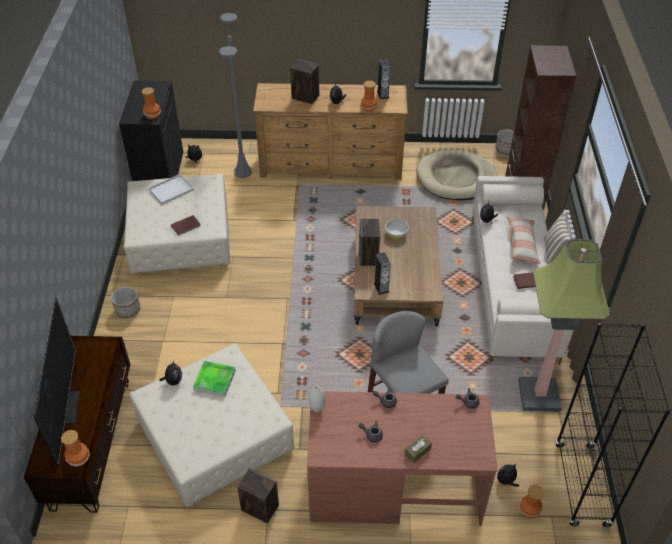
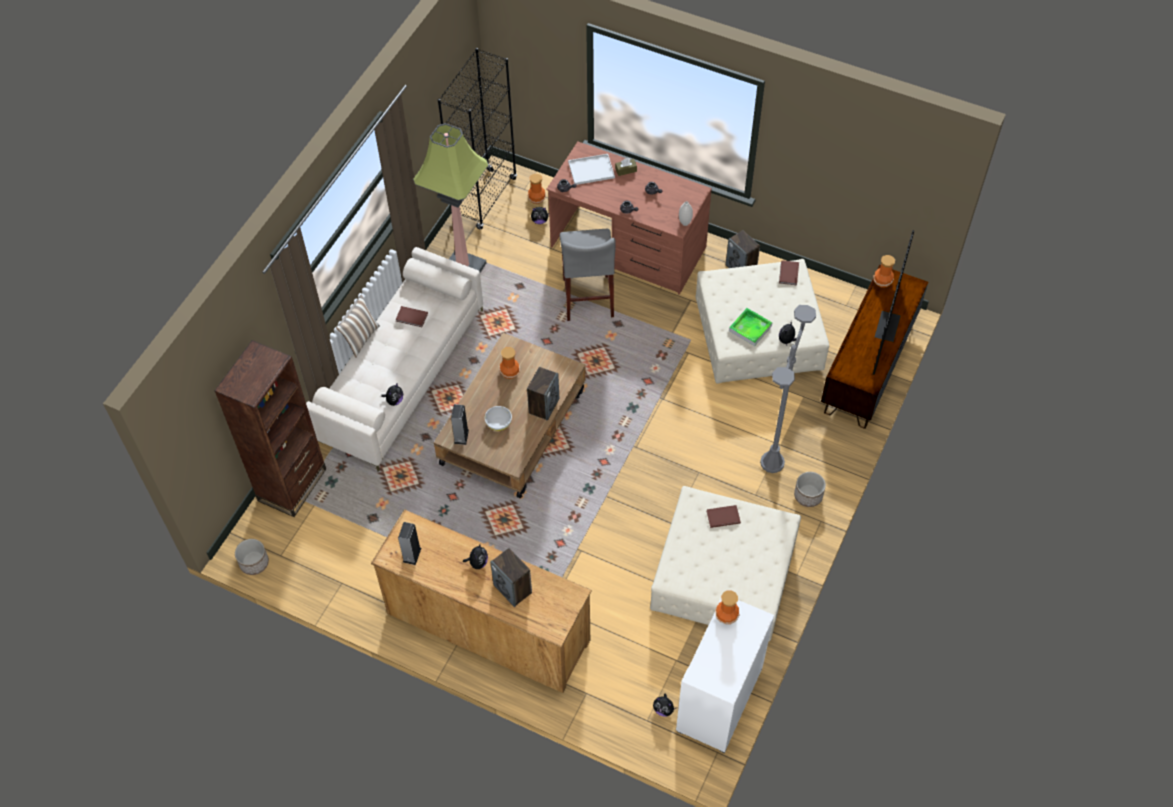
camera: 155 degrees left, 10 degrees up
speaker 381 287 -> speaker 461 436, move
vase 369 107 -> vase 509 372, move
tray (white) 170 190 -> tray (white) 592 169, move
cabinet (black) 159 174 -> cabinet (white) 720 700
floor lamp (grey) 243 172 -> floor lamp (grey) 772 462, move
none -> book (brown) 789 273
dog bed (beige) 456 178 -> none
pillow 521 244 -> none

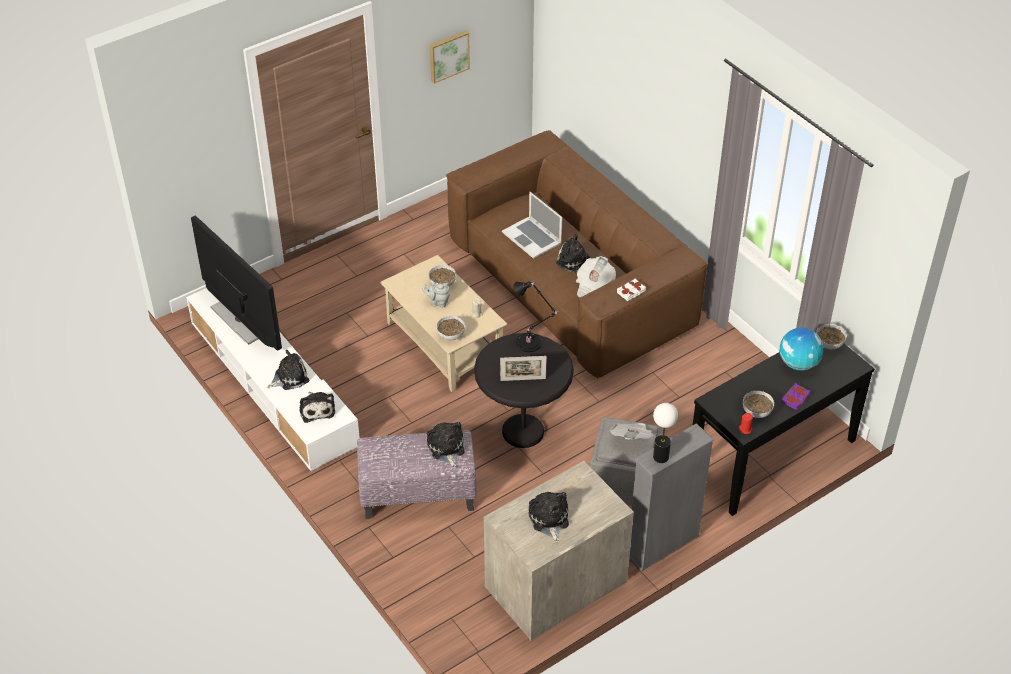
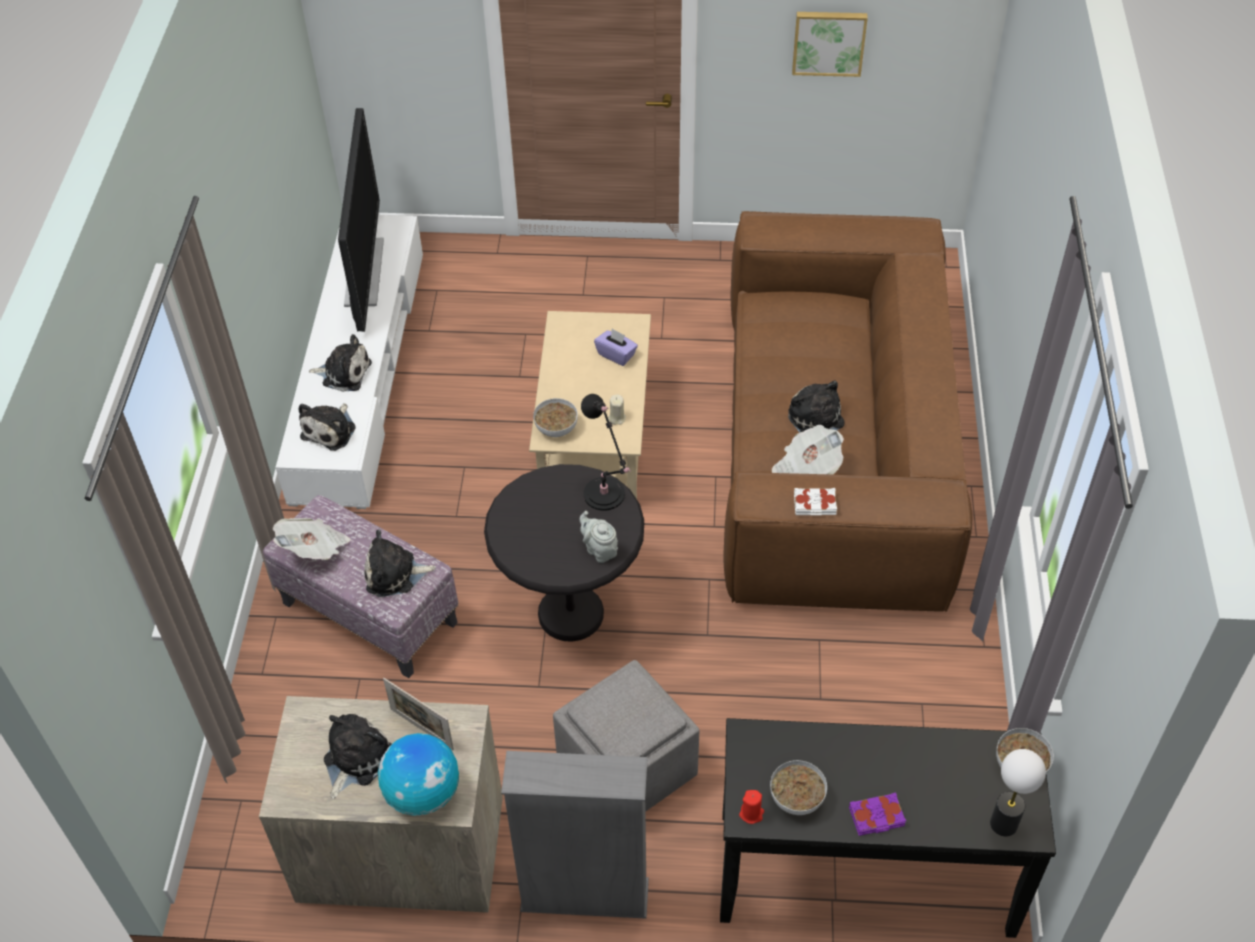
camera: 40 degrees right, 5 degrees up
newspaper 631 438 -> newspaper 314 549, move
plush toy 446 449 -> plush toy 395 574, 120 degrees counterclockwise
globe 798 363 -> globe 423 793, move
picture frame 523 379 -> picture frame 422 729, move
teapot (grey) 438 302 -> teapot (grey) 599 550, move
bowl 442 283 -> tissue box (purple) 616 355
table lamp 661 456 -> table lamp 1004 823, move
laptop 532 237 -> none

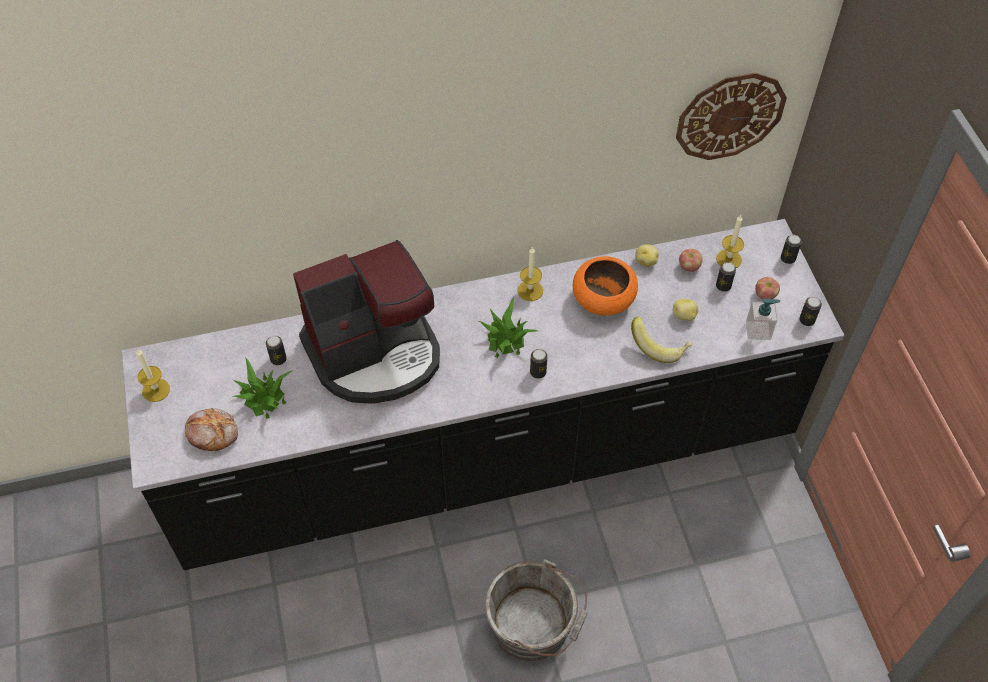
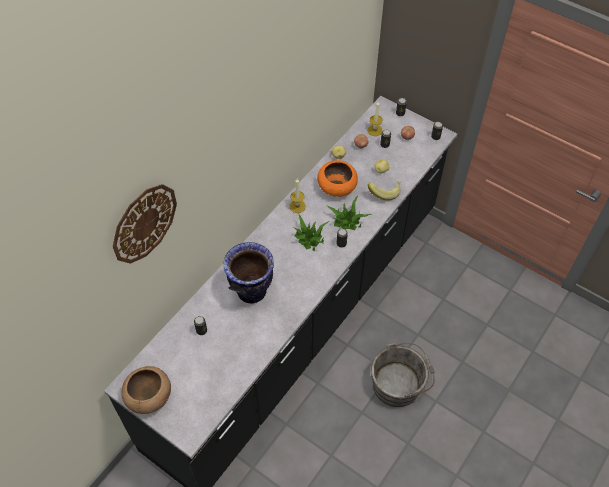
camera: 40 degrees left, 0 degrees up
wall clock 730 116 -> wall clock 144 223, move
candle 156 390 -> bowl (brown) 148 396
coffee machine 375 354 -> vase 251 291
potted plant 263 398 -> potted plant 348 220, move
bread 213 432 -> none
soap dispenser 758 330 -> none

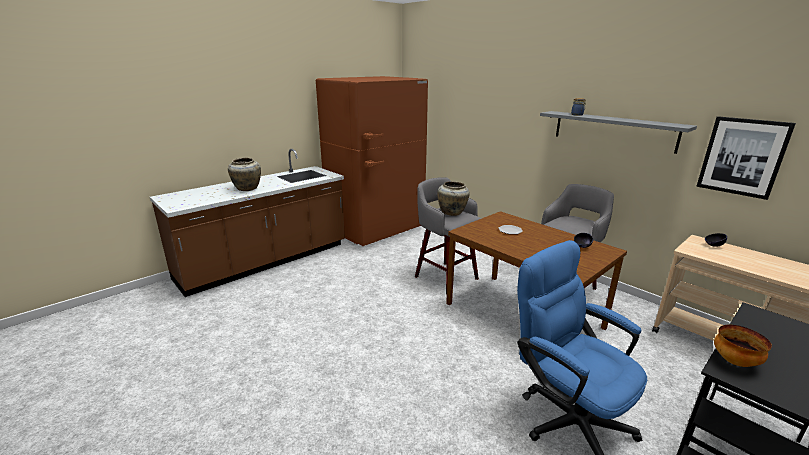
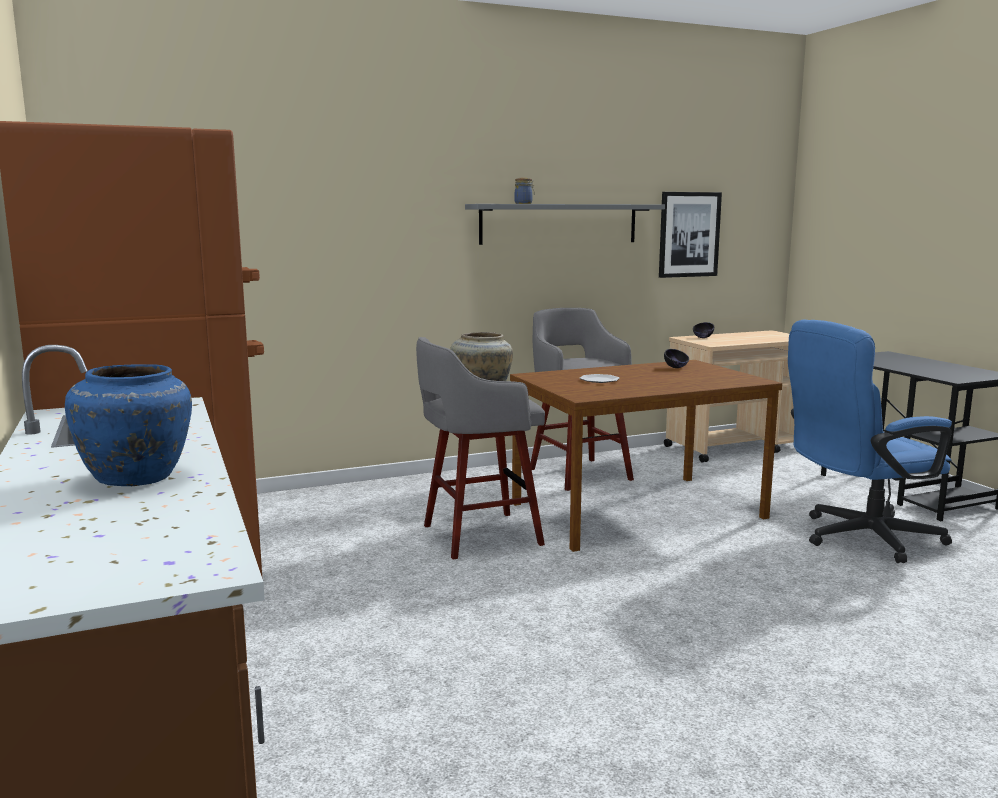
camera: 70 degrees left, 10 degrees down
vase (beige) 247 189 -> vase (blue) 137 478
bowl 735 361 -> none

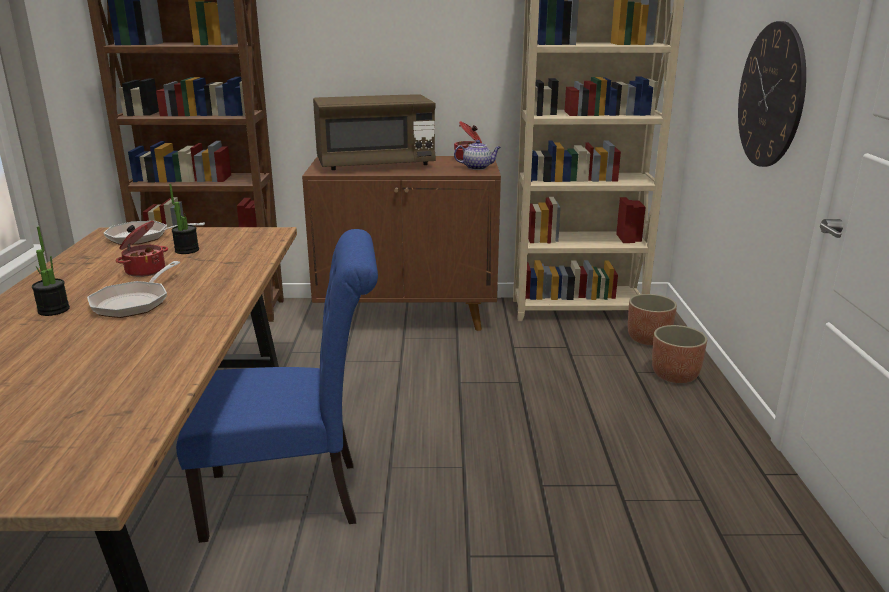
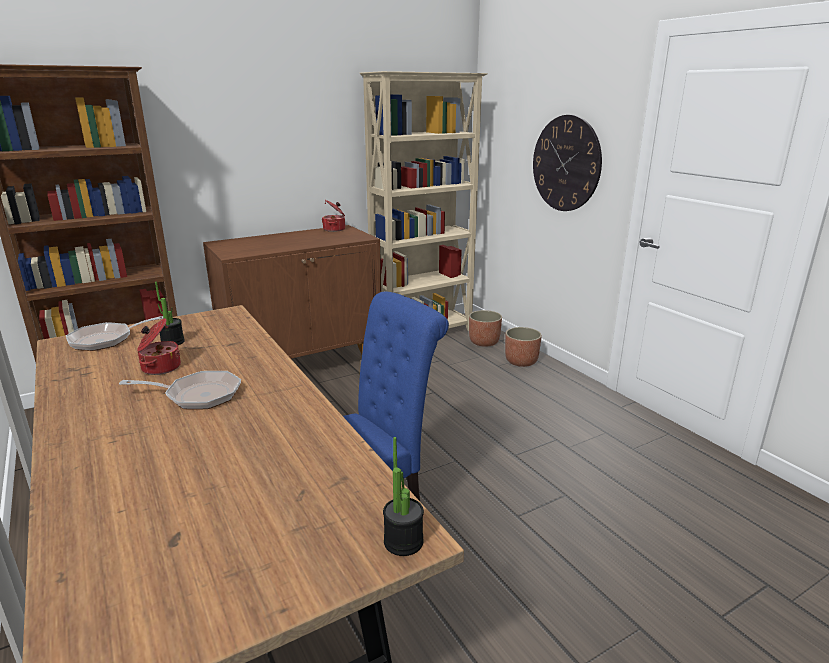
camera: 30 degrees left, 0 degrees up
frying pan 134 302 -> frying pan 197 395, 75 degrees counterclockwise
potted plant 54 310 -> potted plant 403 542, move
microwave (brown) 375 164 -> none
teapot 477 167 -> none

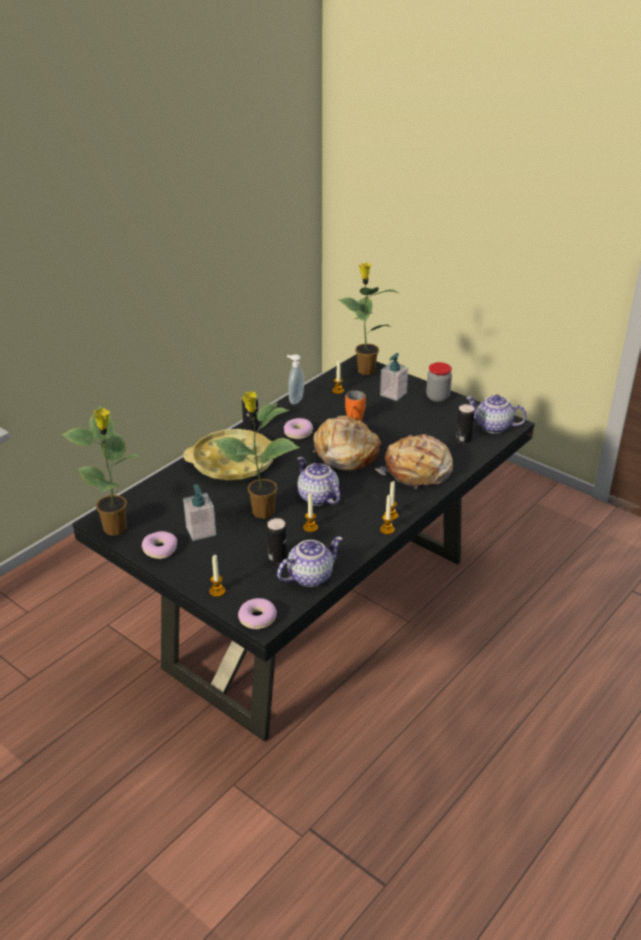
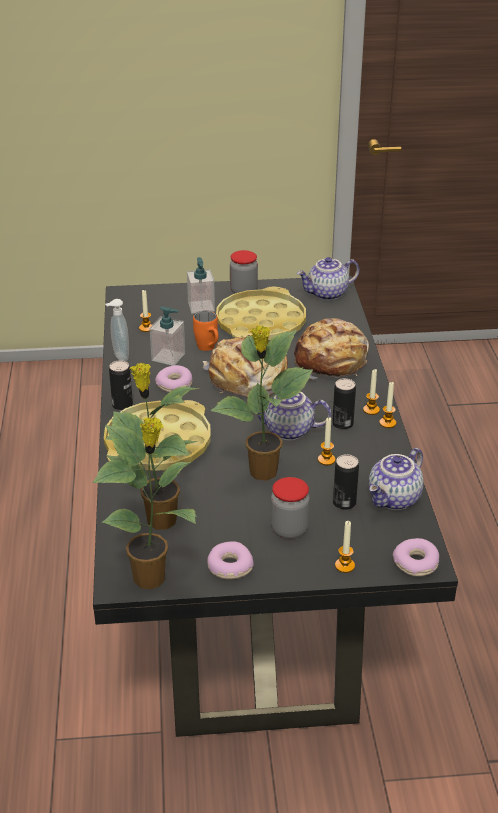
camera: 45 degrees left, 0 degrees up
potted plant 365 369 -> potted plant 159 520, move
soap dispenser 201 531 -> soap dispenser 168 357, move
none -> tray (yellow) 261 323
none -> jar 289 529
can 463 440 -> can 342 424, move
teapot 310 576 -> teapot 395 499, 150 degrees counterclockwise

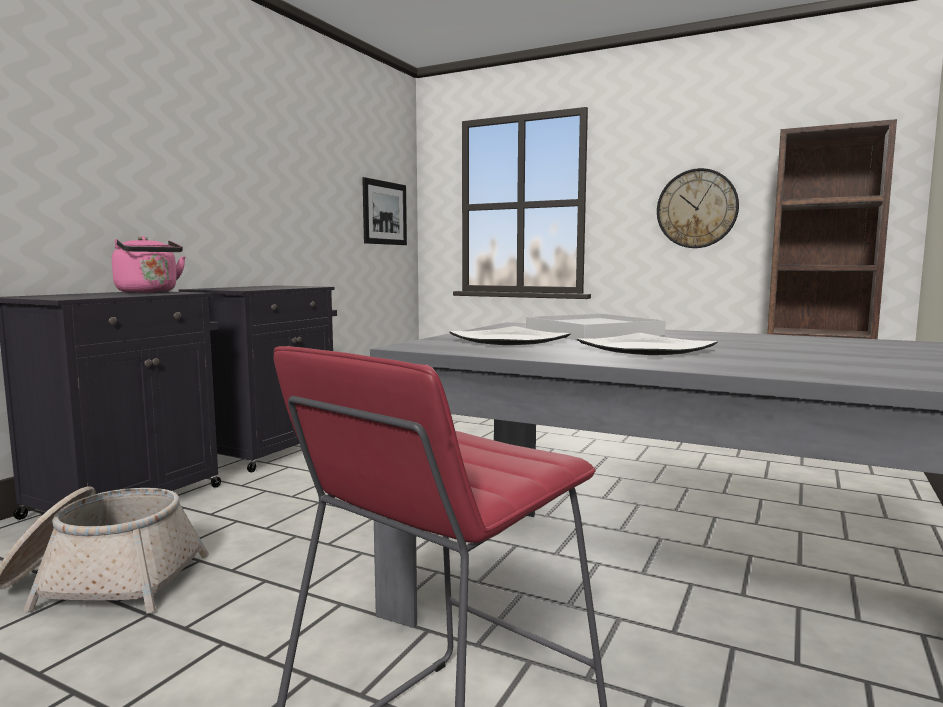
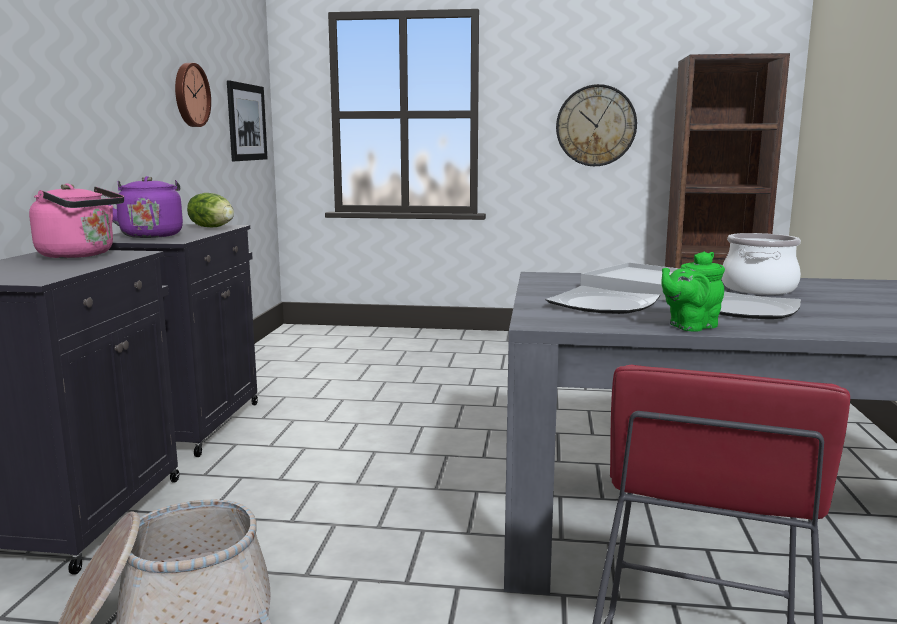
camera: 20 degrees left, 5 degrees up
none -> kettle (purple) 151 235
none -> wall clock 190 95
none -> lettuce 212 227
none -> teapot (green) 690 326
none -> cooking pot 759 289

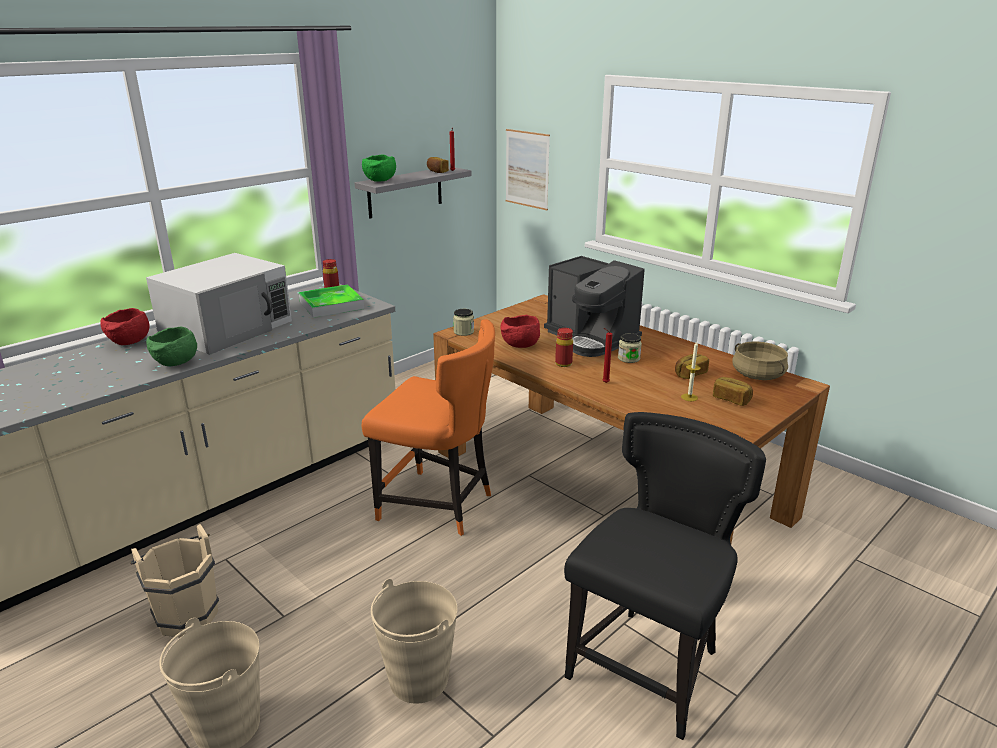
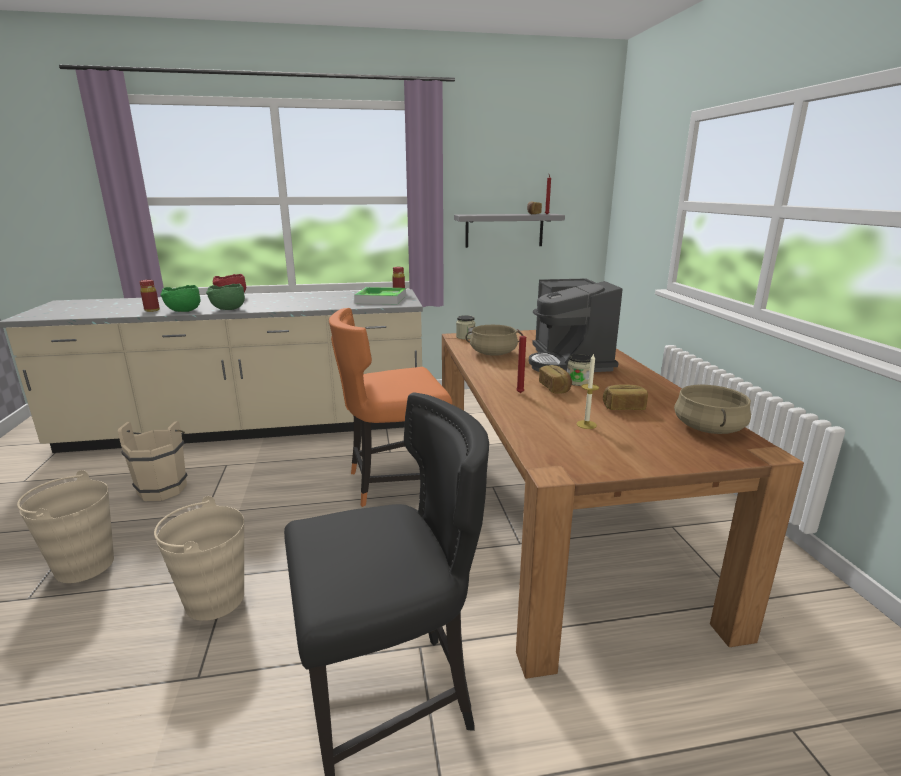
camera: 35 degrees right, 5 degrees down
bottle (red) 563 364 -> bottle (red) 152 310, move
bowl (green) 380 181 -> bowl (green) 183 311, move
chair (orange) 438 505 -> chair (orange) 394 482, 105 degrees clockwise
bowl (red) 520 346 -> cooking pot (beige) 493 353
bread 731 399 -> bread 555 388, move
microwave (white) 228 328 -> none
picture 527 169 -> none

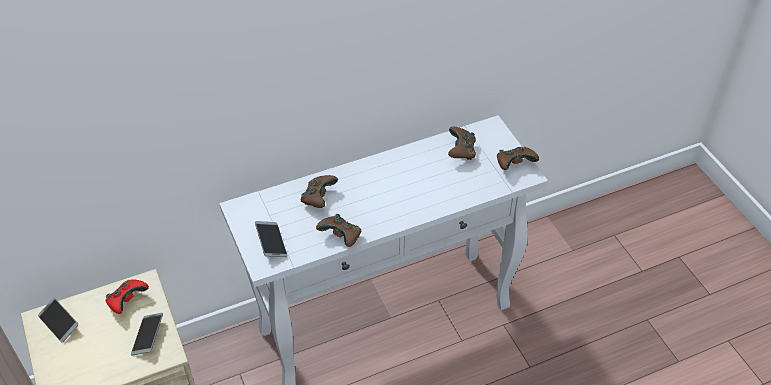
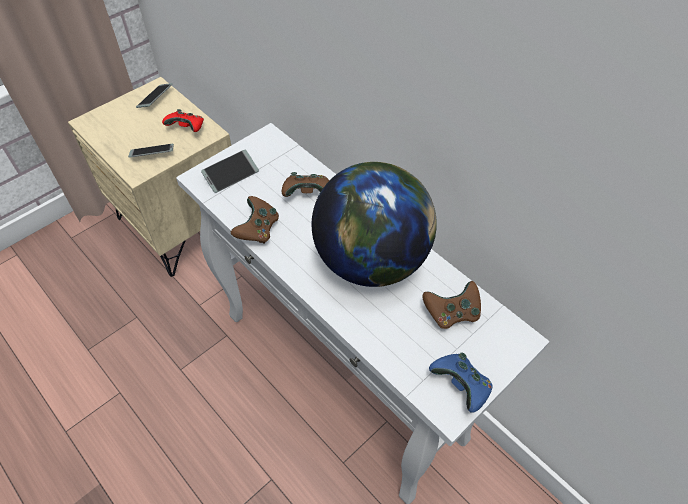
camera: 70 degrees right, 5 degrees up
none -> globe 371 260
game controller (brown) 514 164 -> game controller (blue) 461 386

